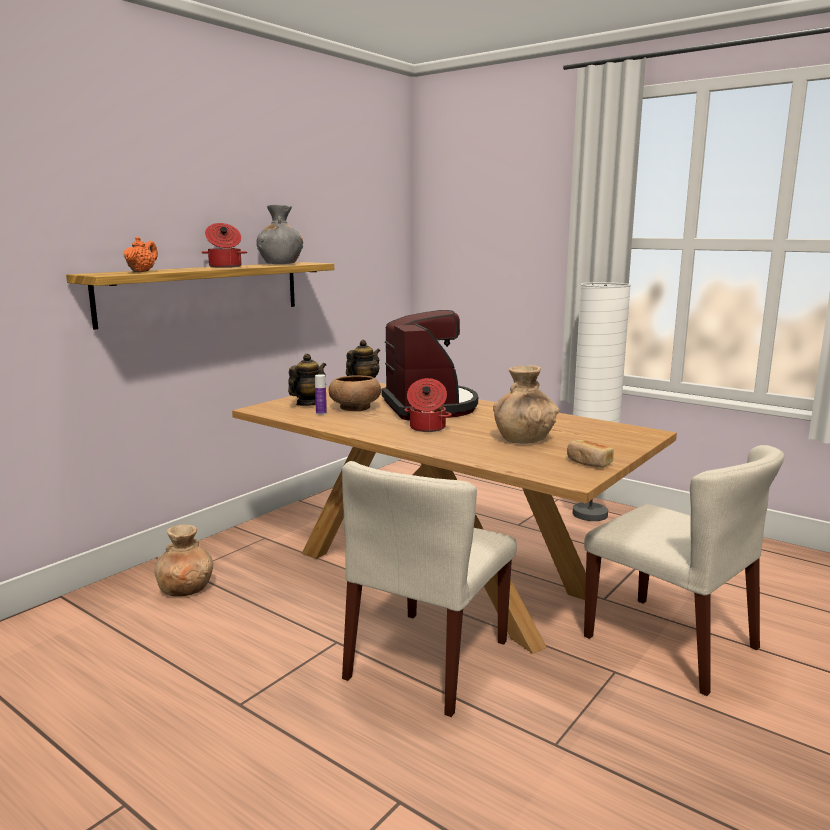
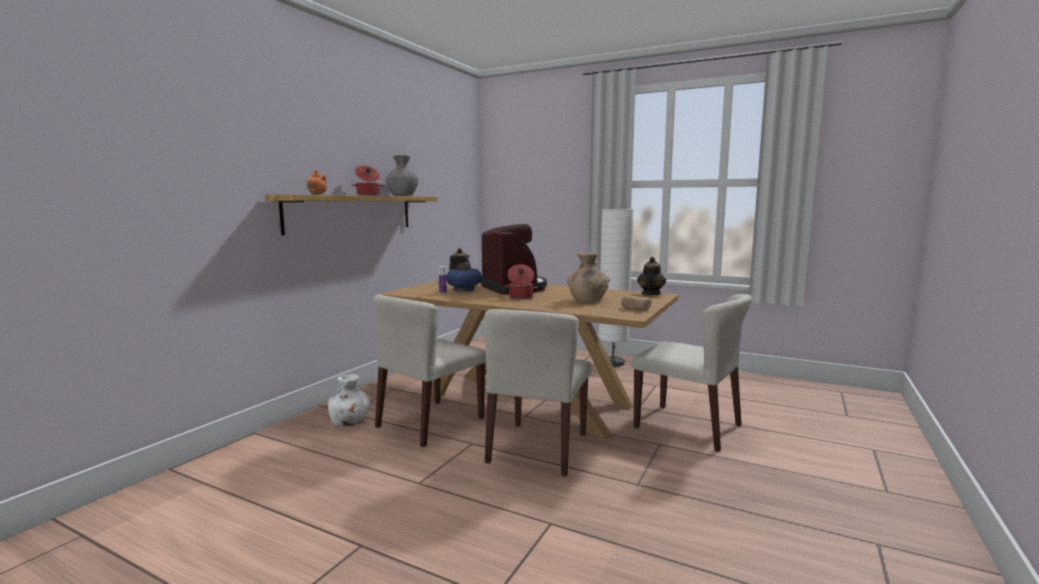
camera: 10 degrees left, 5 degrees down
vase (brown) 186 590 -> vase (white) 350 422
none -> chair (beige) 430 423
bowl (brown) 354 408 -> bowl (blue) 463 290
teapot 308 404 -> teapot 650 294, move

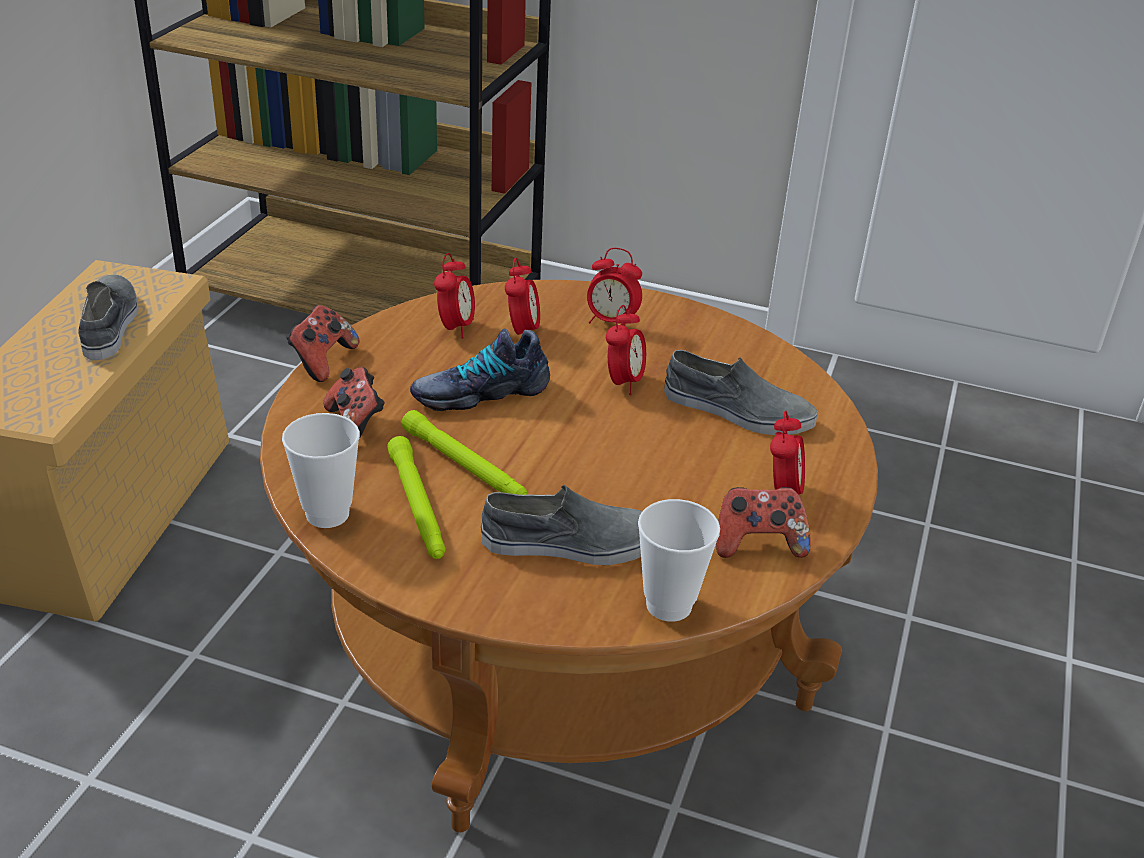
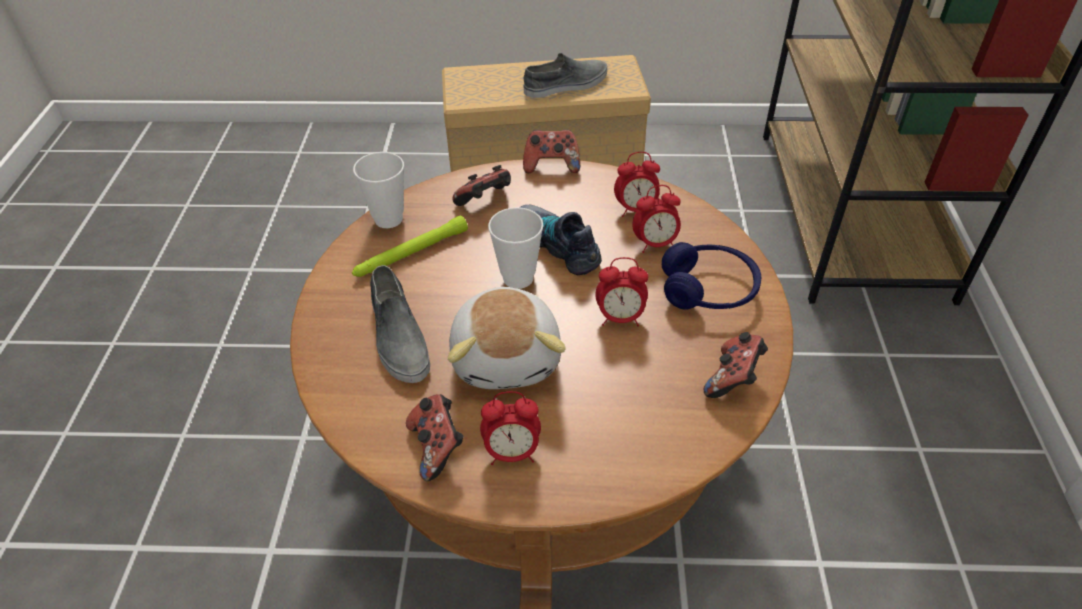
camera: 75 degrees right, 10 degrees up
none -> plush toy 508 357
cup 669 605 -> cup 518 278, move
alarm clock 611 322 -> headphones (blue) 708 289
none -> game controller 733 379
flashlight (green) 465 466 -> none
shoe (grey) 737 411 -> none

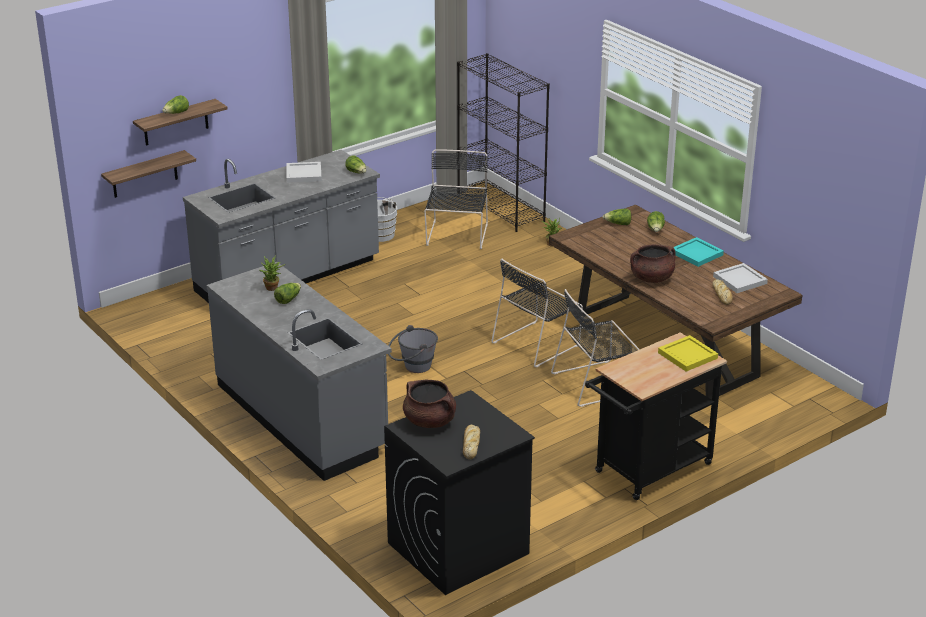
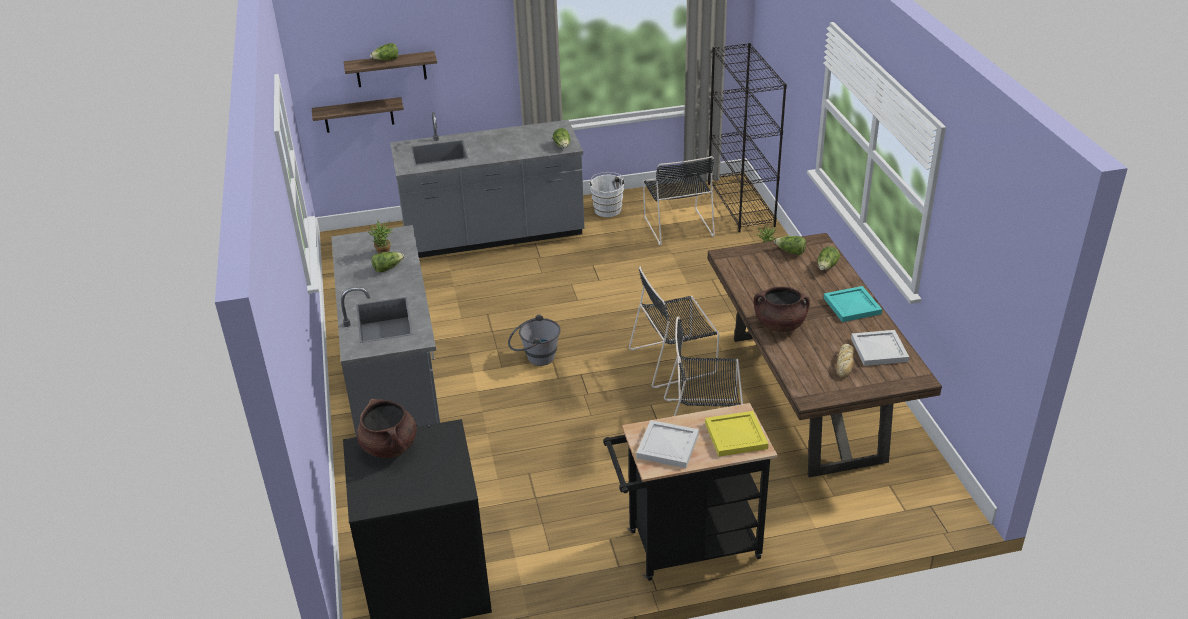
camera: 25 degrees right, 5 degrees up
tray (white) 303 174 -> tray (white) 666 446, move
chair (black) 456 236 -> chair (black) 677 225, 135 degrees clockwise
bread 471 444 -> none

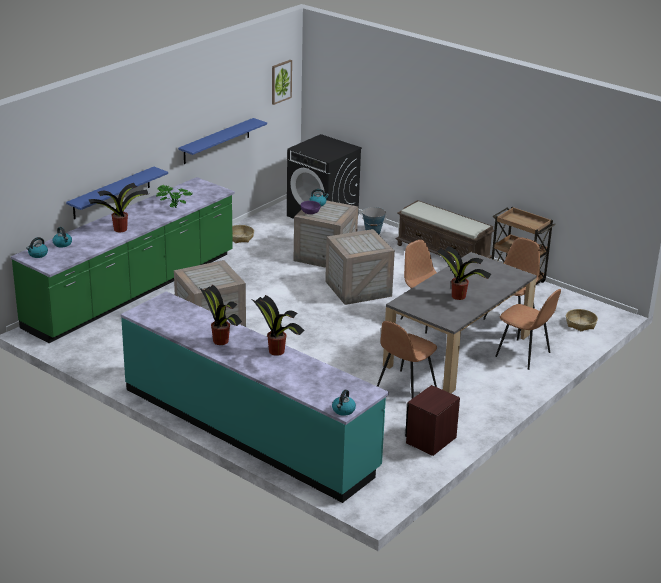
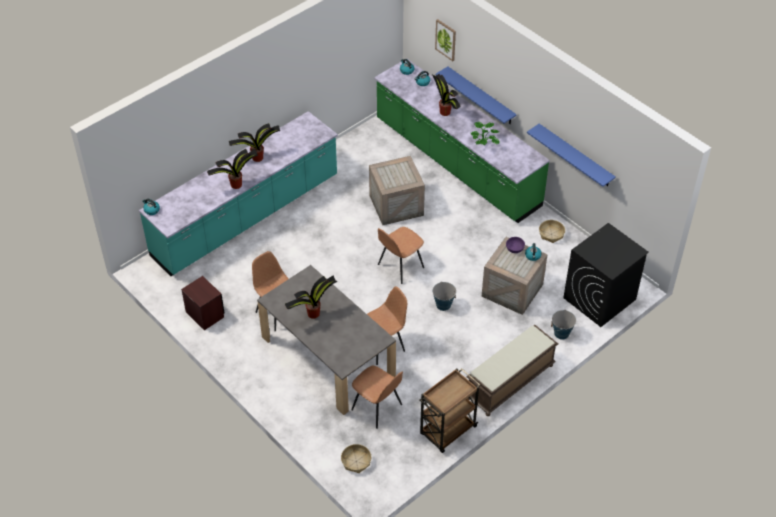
camera: 100 degrees right, 20 degrees up
chair (brown) 524 355 -> chair (brown) 399 266, move
crate 357 289 -> bucket 443 305
picture 281 81 -> picture 446 39, move

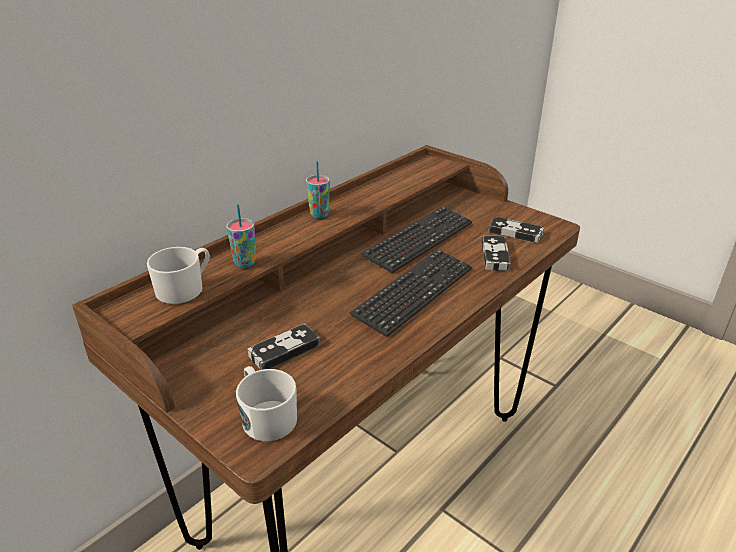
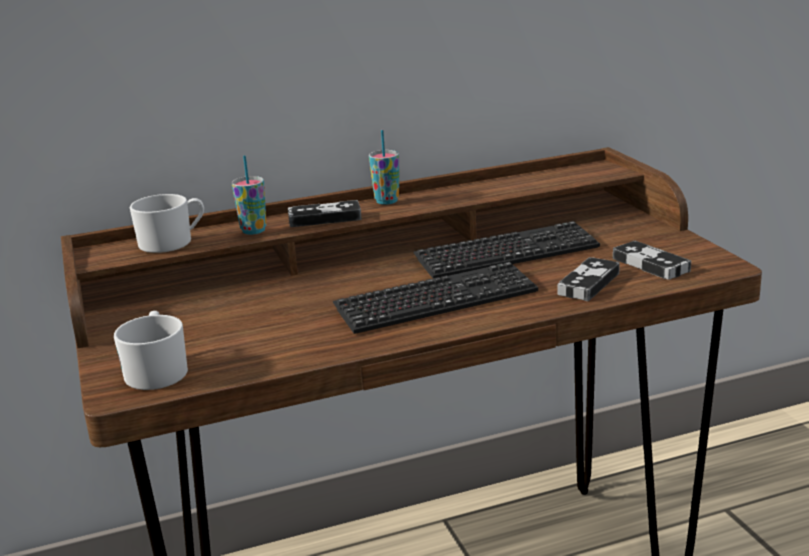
camera: 30 degrees right, 10 degrees down
game controller 284 350 -> game controller 324 218, move

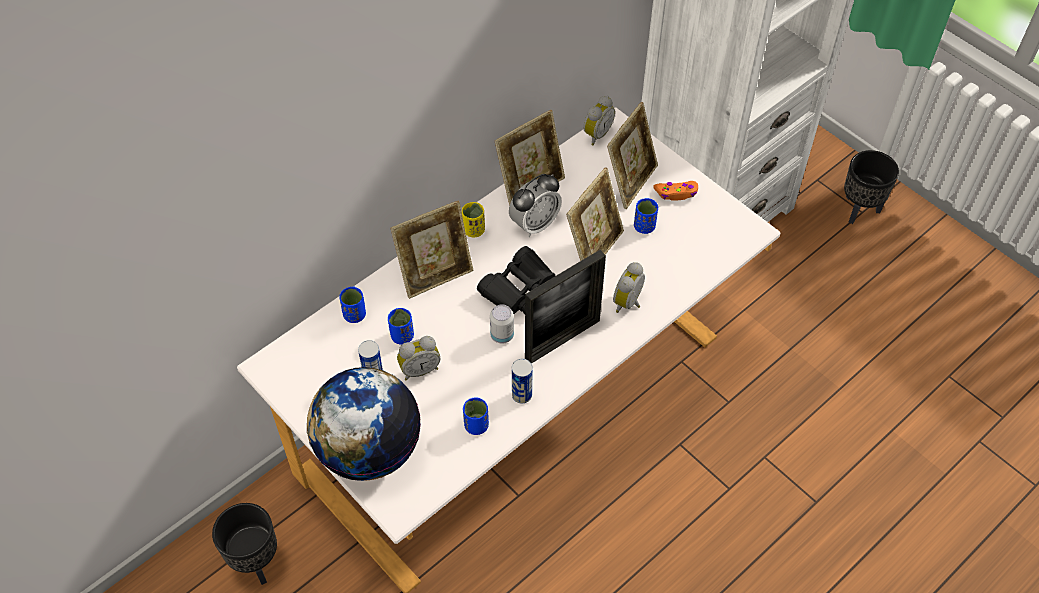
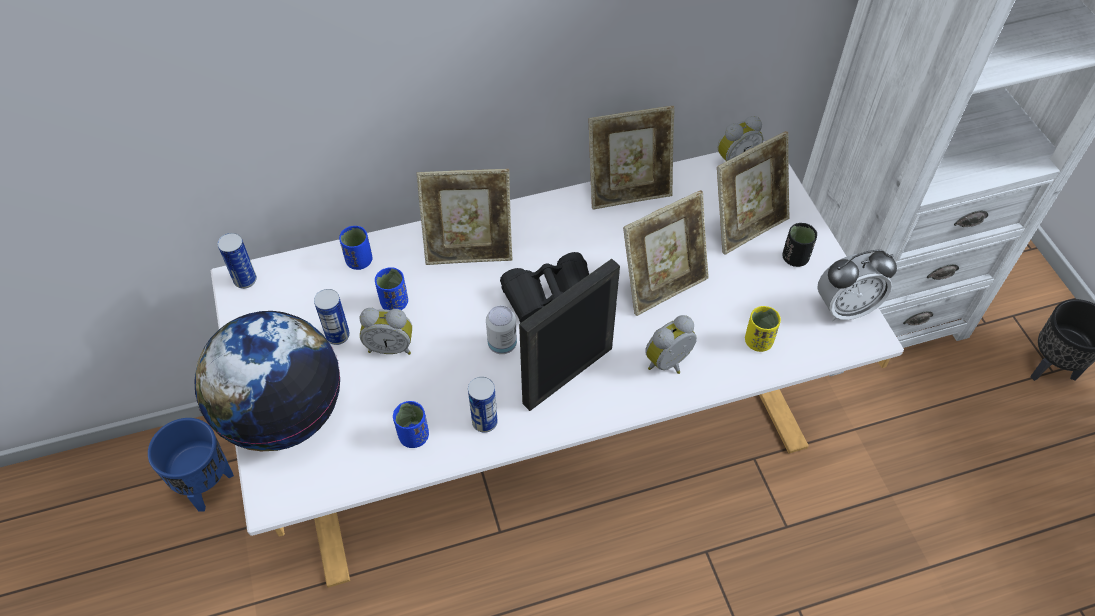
camera: 25 degrees right, 0 degrees up
planter (black) 255 562 -> planter (blue) 206 485
none -> can 245 280
picture frame 562 339 -> picture frame 568 375, 150 degrees clockwise
cup (yellow) 473 230 -> cup (yellow) 758 341, move
game controller (orange) 676 193 -> cup (black) 795 258
alarm clock 534 224 -> alarm clock 845 308, move
cup (blue) 644 226 -> none

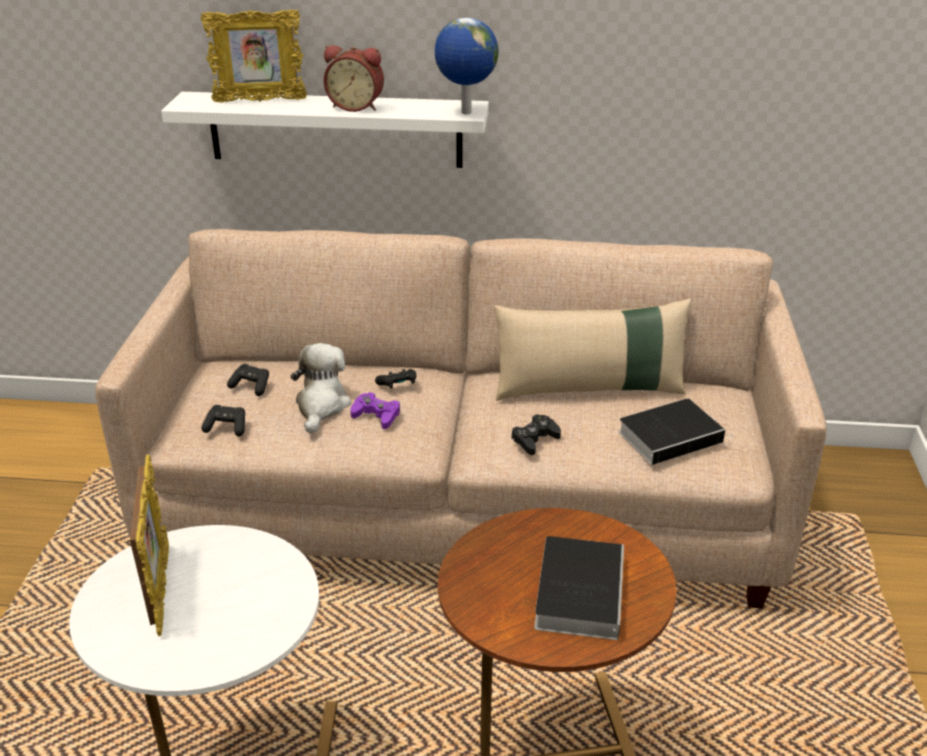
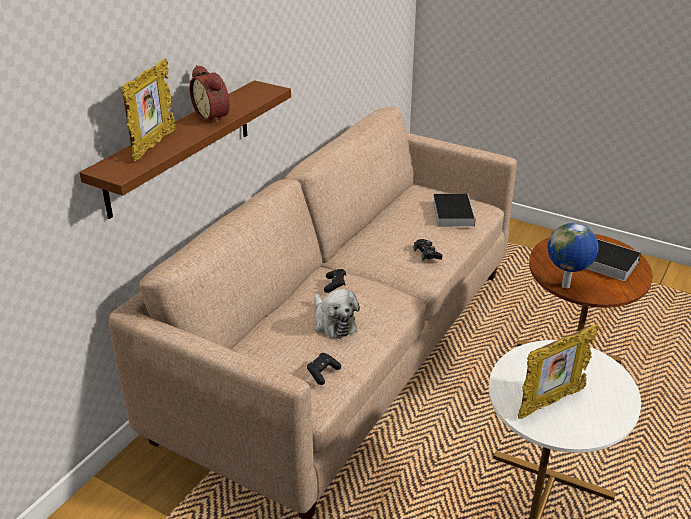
camera: 65 degrees left, 0 degrees up
shelf (white) 335 129 -> shelf (brown) 180 147
alarm clock 356 106 -> alarm clock 214 116, 105 degrees clockwise
plush toy 321 406 -> plush toy 333 322, 150 degrees counterclockwise
picture frame 161 590 -> picture frame 550 402, 135 degrees clockwise
globe 465 113 -> globe 566 286, move
game controller (black) 251 386 -> none
game controller (purple) 376 415 -> none
pillow (beige) 589 388 -> none

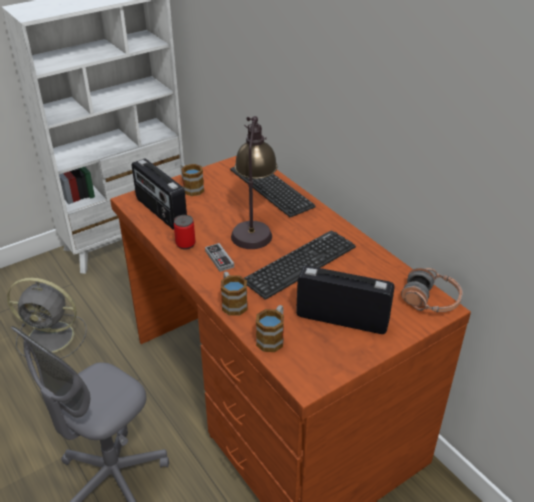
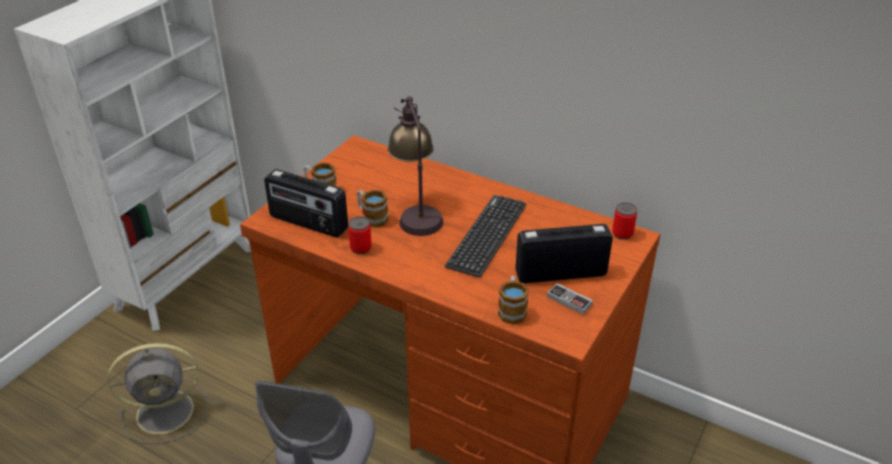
camera: 25 degrees left, 0 degrees up
mug 232 302 -> mug 371 217, move
game controller 219 259 -> game controller 569 300, move
headphones 430 300 -> can 622 233
keyboard 271 188 -> none

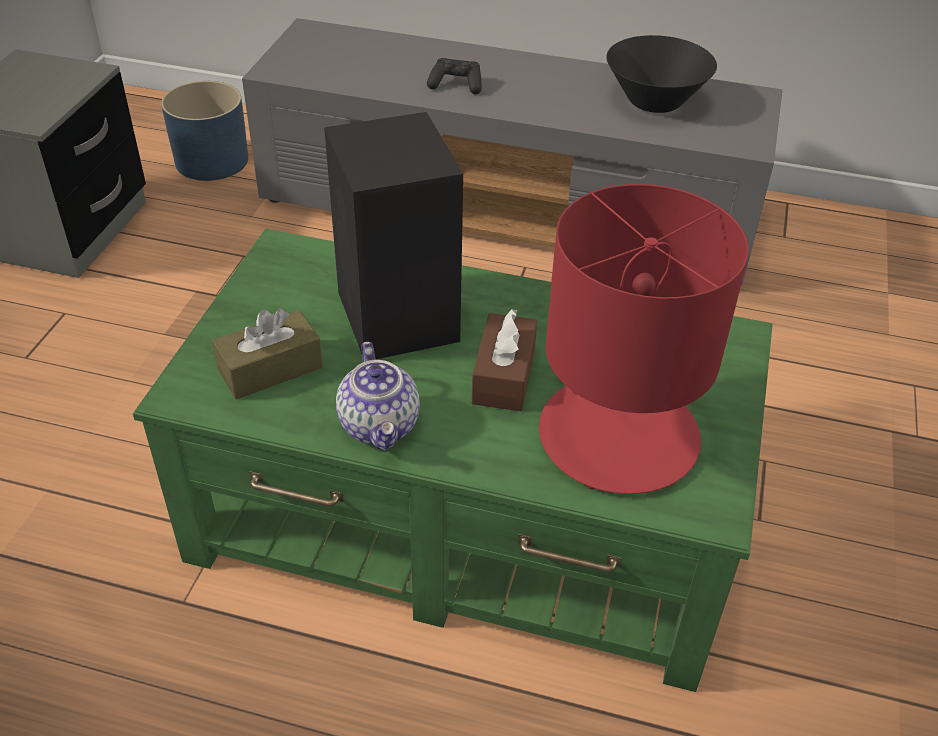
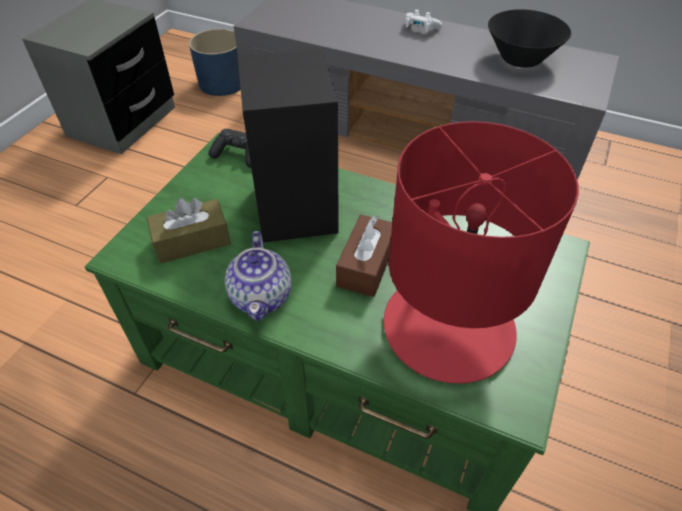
camera: 10 degrees right, 5 degrees up
game controller (black) 456 85 -> game controller (black) 238 155, move
none -> game controller (white) 420 29

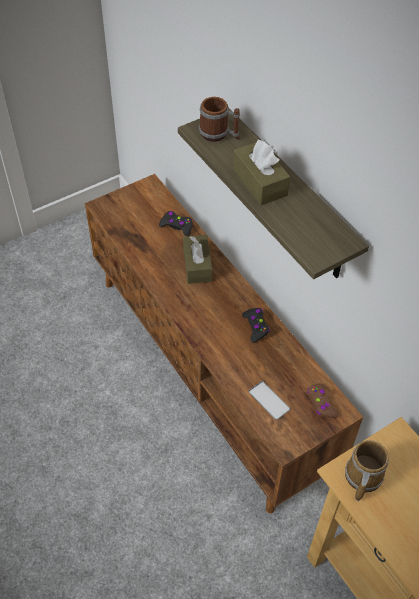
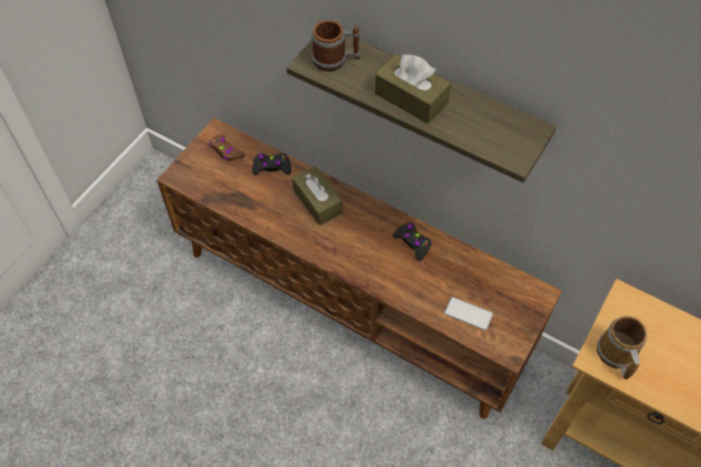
camera: 25 degrees left, 5 degrees up
game controller (brown) 321 404 -> game controller (brown) 226 151, move

